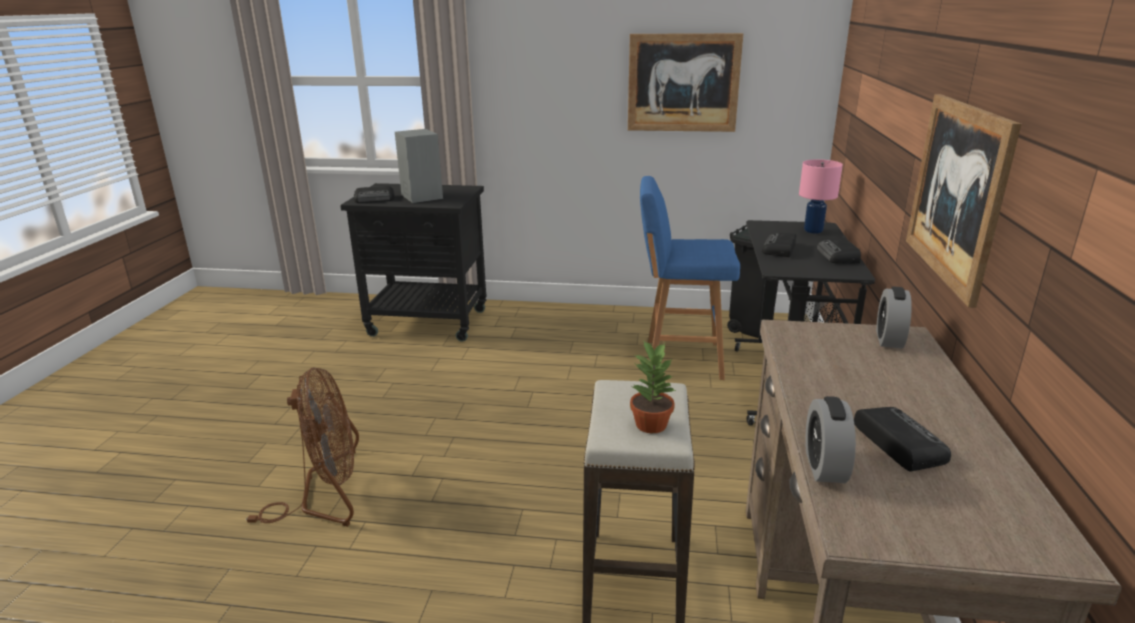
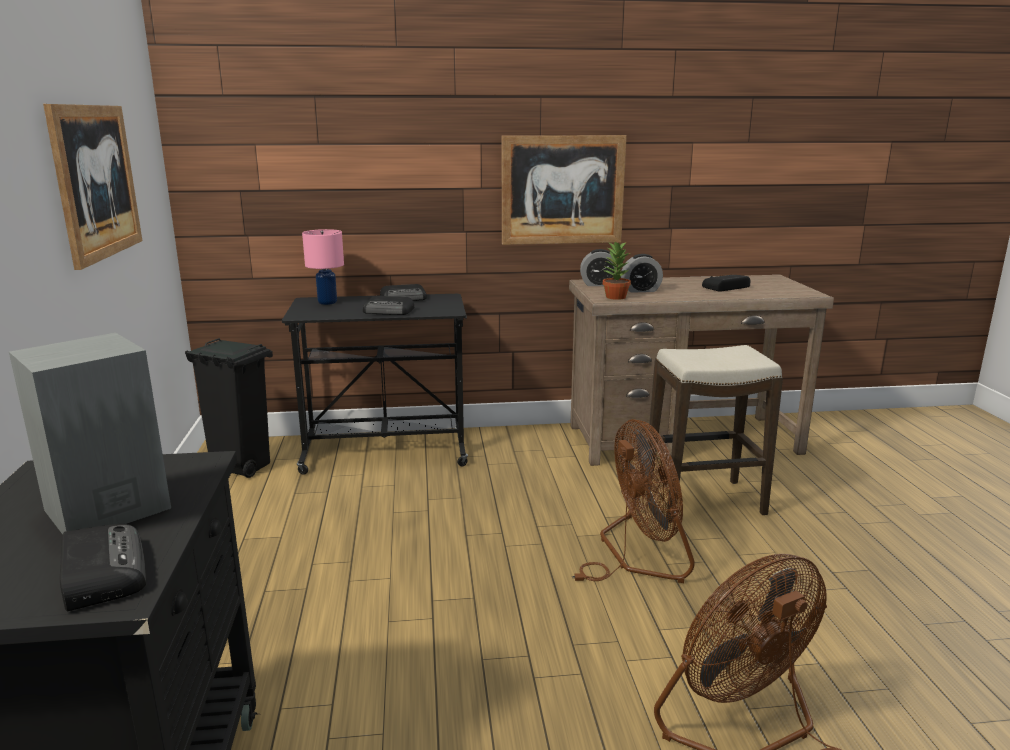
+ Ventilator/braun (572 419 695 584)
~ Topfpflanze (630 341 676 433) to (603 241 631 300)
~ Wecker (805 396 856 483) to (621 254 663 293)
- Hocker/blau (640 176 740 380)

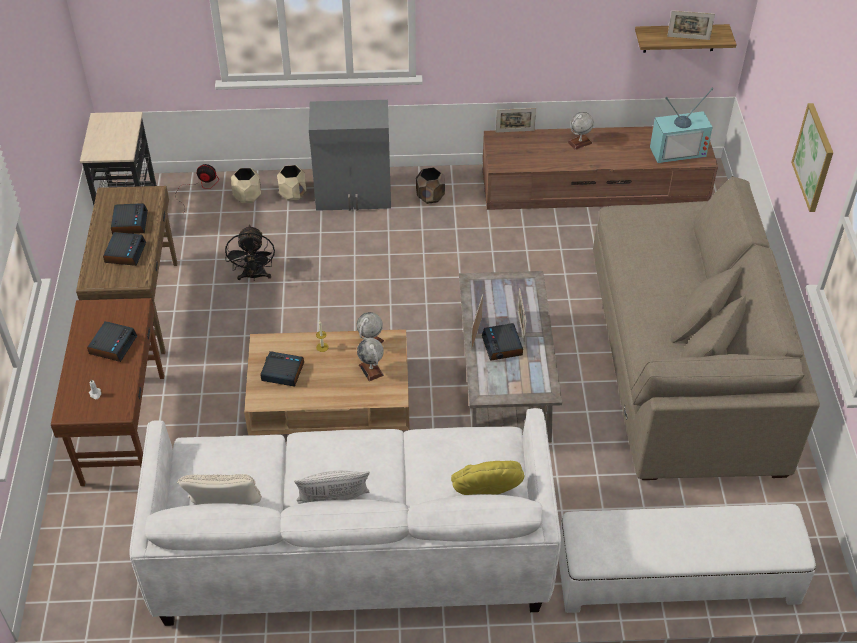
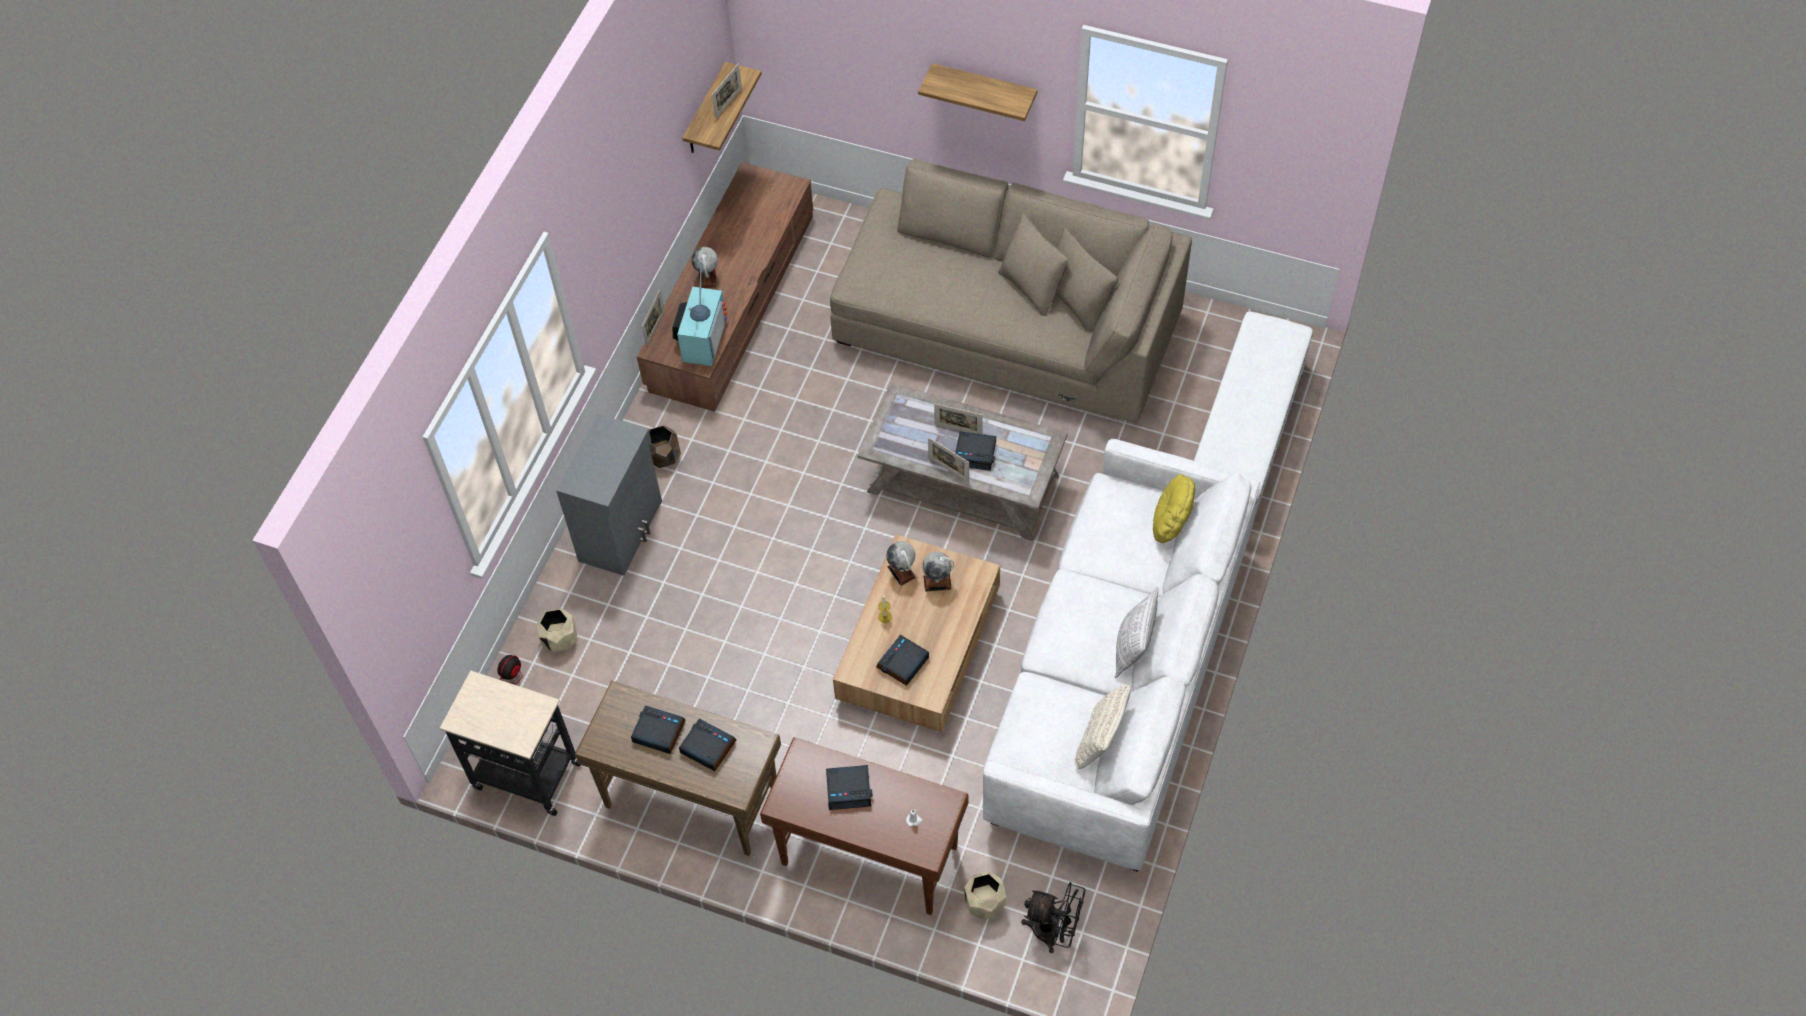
~ Fernseher (650 88 713 163) to (672 261 727 366)
~ Wecker (87 321 137 362) = (826 765 873 810) 135 degrees clockwise
~ Bild (791 103 833 212) to Wandregal (918 63 1038 121)
~ Pflanzkübel/beige (277 165 306 201) to (964 872 1006 919)
~ Ventilator/schwarz (225 225 275 281) to (1021 882 1086 953)

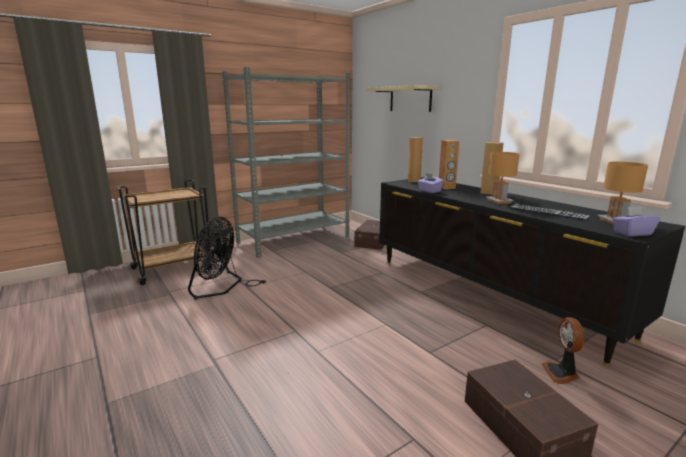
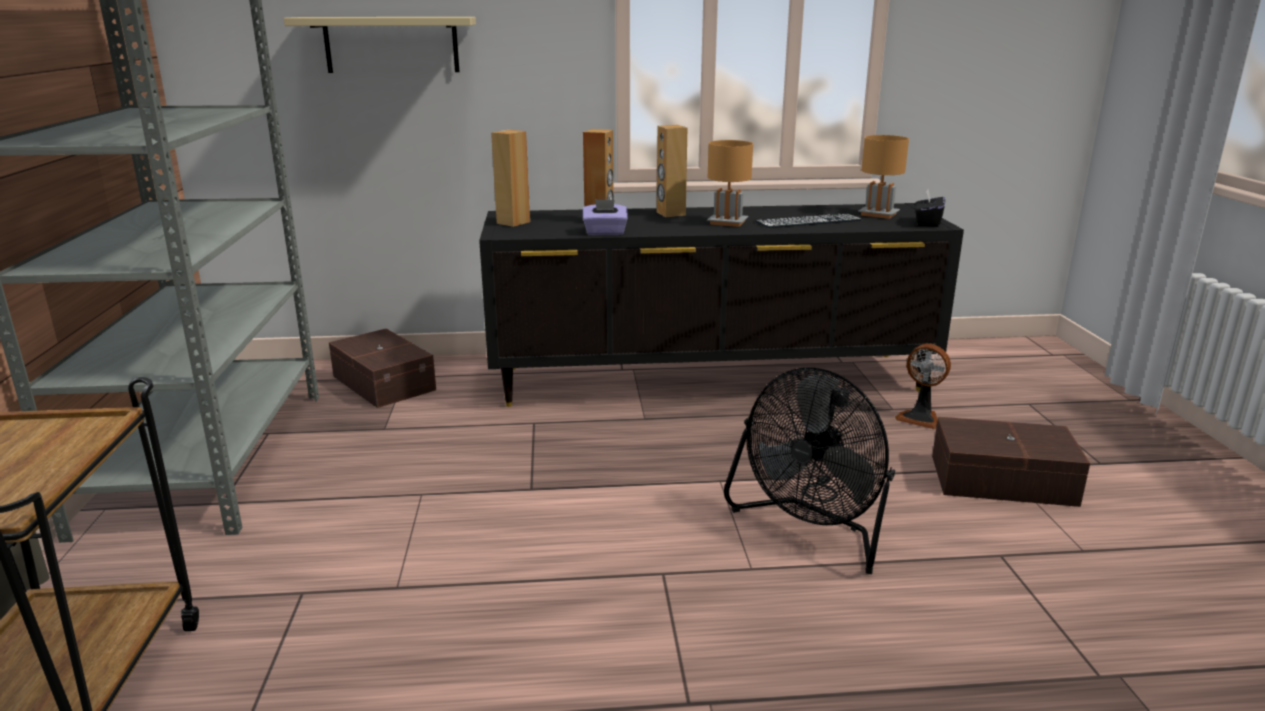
~ Ventilator/schwarz (188 217 266 300) to (724 367 895 574)
~ Taschentuchbox/lila (612 206 660 237) to Taschentuchbox/schwarz (915 189 945 227)

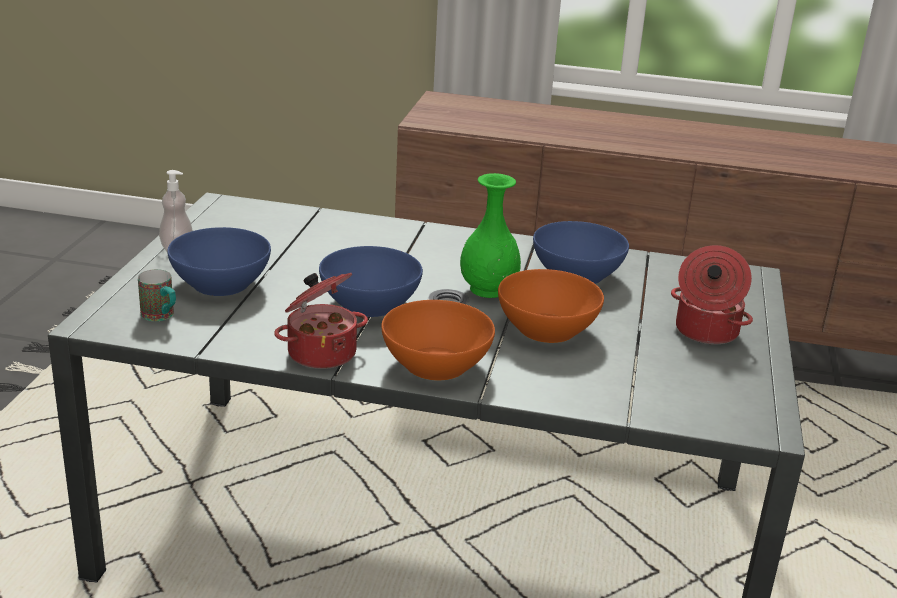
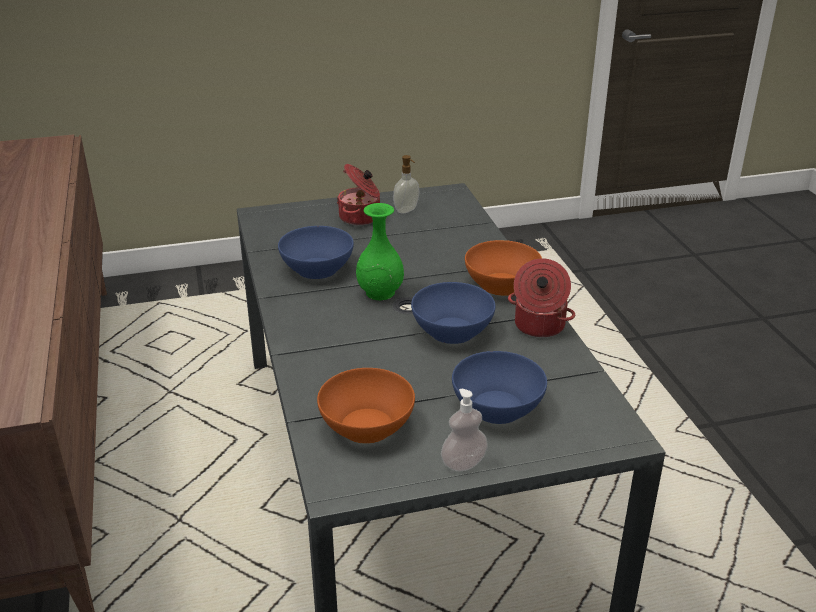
~ Schüssel/orange (498 269 604 343) to (317 368 415 444)
+ Seifenspender (393 155 419 214)
- Henkelbecher (138 269 176 321)

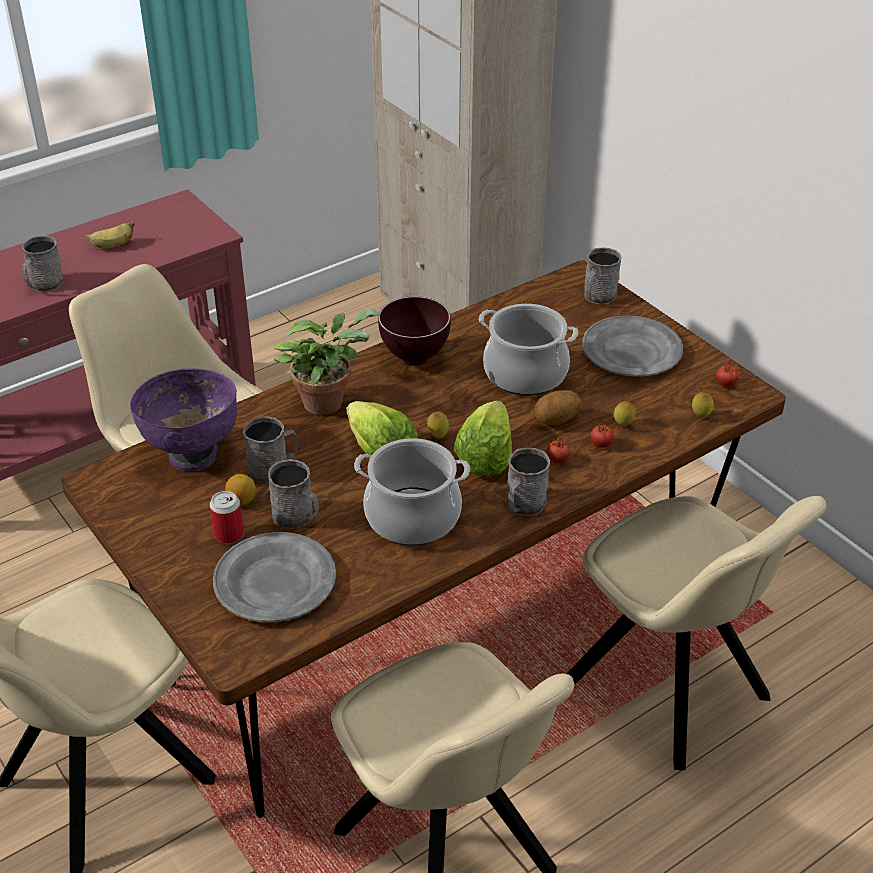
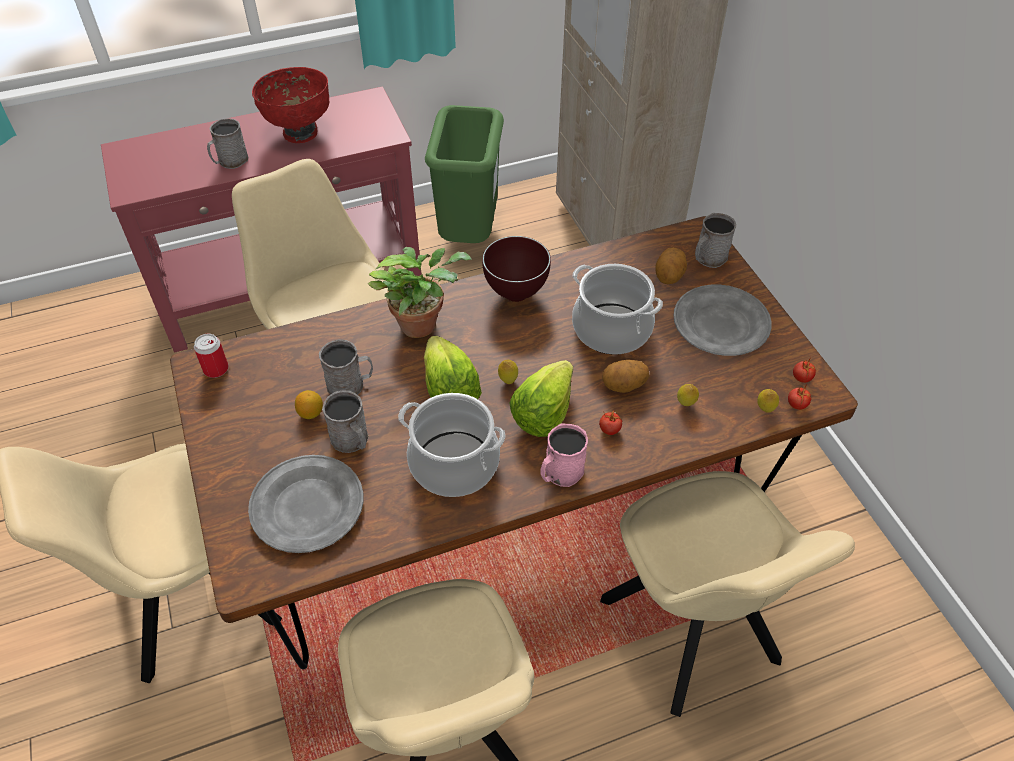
~ Dose (210 491 244 544) to (194 334 229 378)
~ Banane (85 221 135 248) to Schüssel/rot (252 67 329 143)
+ Mülleimer/grün (425 105 504 243)
~ Henkelbecher/grau (506 448 550 516) to Henkelbecher/rosa (540 423 588 487)
+ Kartoffel (656 247 687 284)
~ Tomate (590 420 614 448) to (788 386 811 410)
- Schüssel/lila (130 368 237 471)

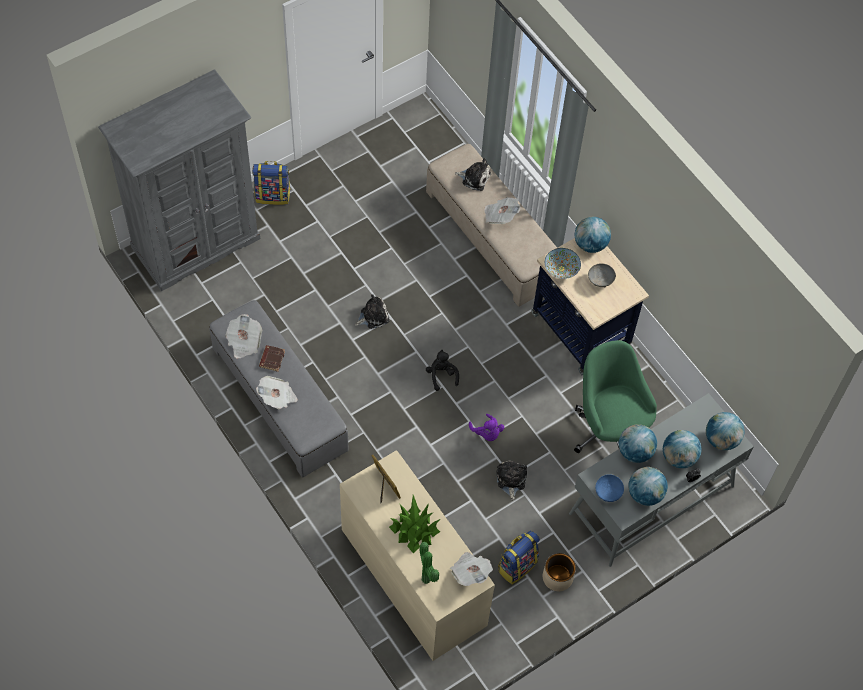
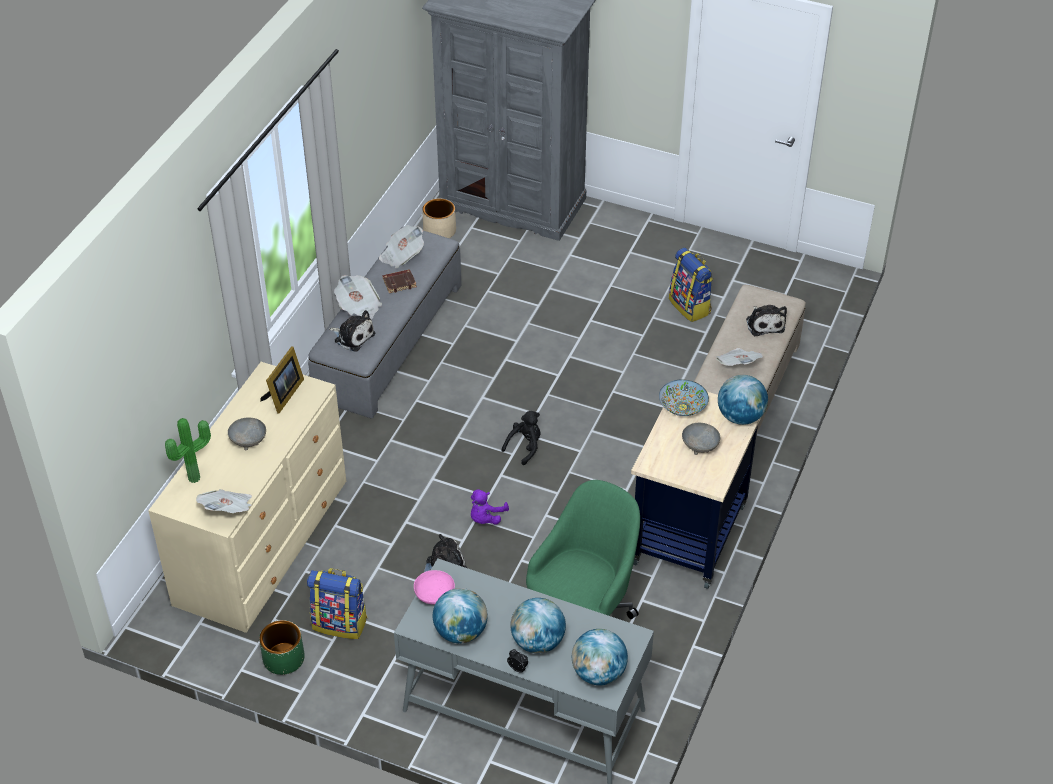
~ Topfpflanze (389 495 441 553) to Schüssel/grau (228 418 266 450)
+ Pflanzkübel/grün (259 620 305 675)
~ Plüschtier (355 294 390 329) to (329 310 375 352)
~ Schüssel/blau (595 474 624 502) to Schüssel/rosa (414 570 455 604)
~ Pflanzkübel/beige (543 553 576 591) to (422 198 456 238)
~ Rucksack (252 161 291 205) to (669 248 713 322)
- Globus (619 424 657 463)

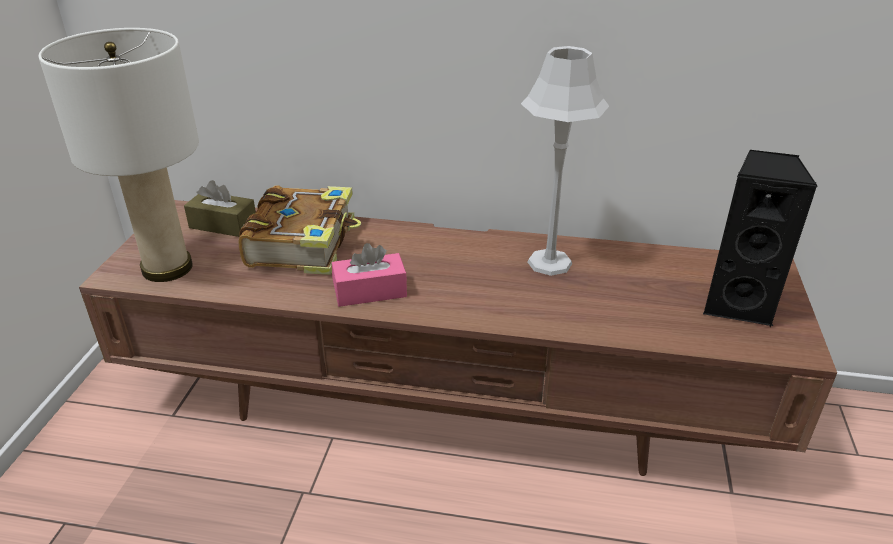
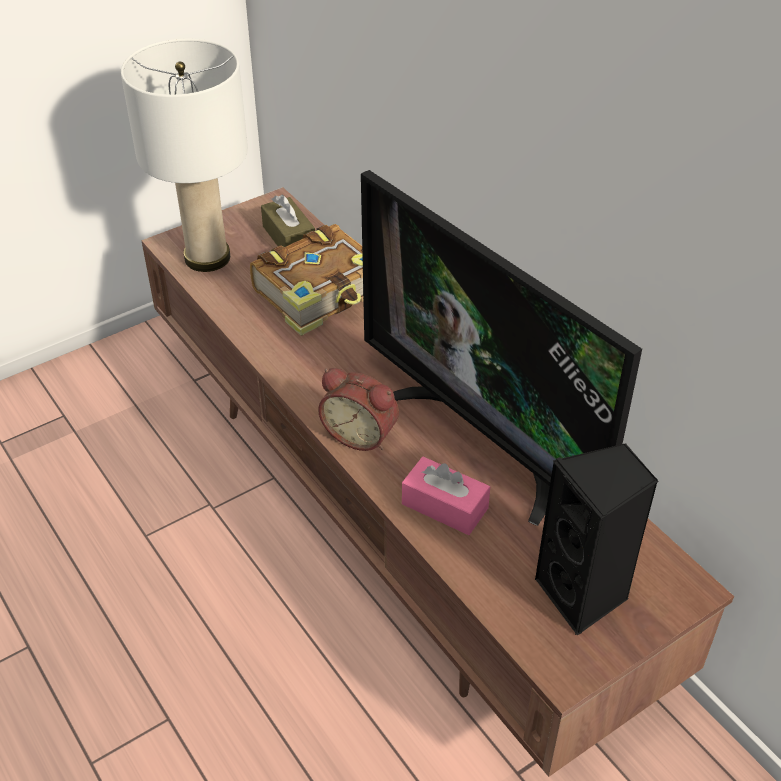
+ Wecker (318 368 399 451)
~ Tischlampe/grau (521 46 609 276) to Fernseher (361 170 642 526)
~ Taschentuchbox/rosa (332 243 407 307) to (402 457 490 535)

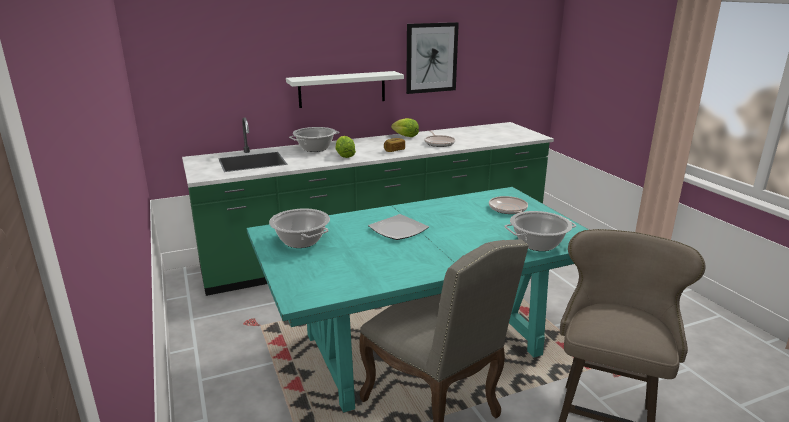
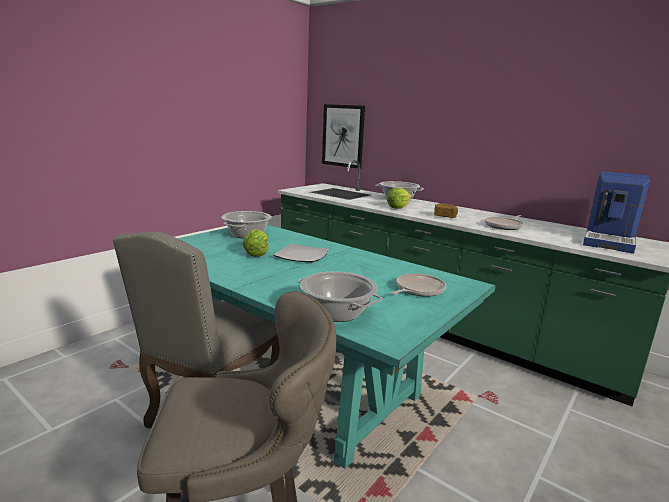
~ Salatkopf (391 118 419 137) to (243 229 268 257)
~ Bild (406 22 459 94) to (322 104 365 169)
+ Kaffeemaschine (583 171 650 254)
- Wandregal/weiß (286 71 404 108)

